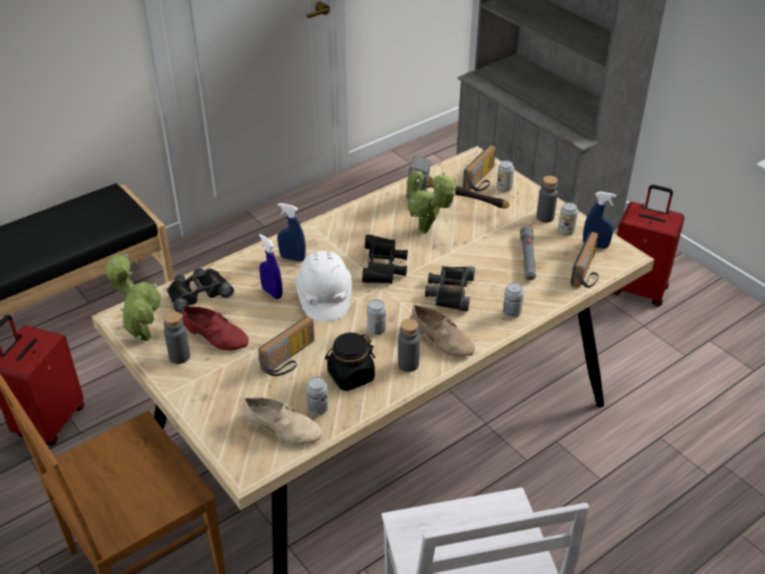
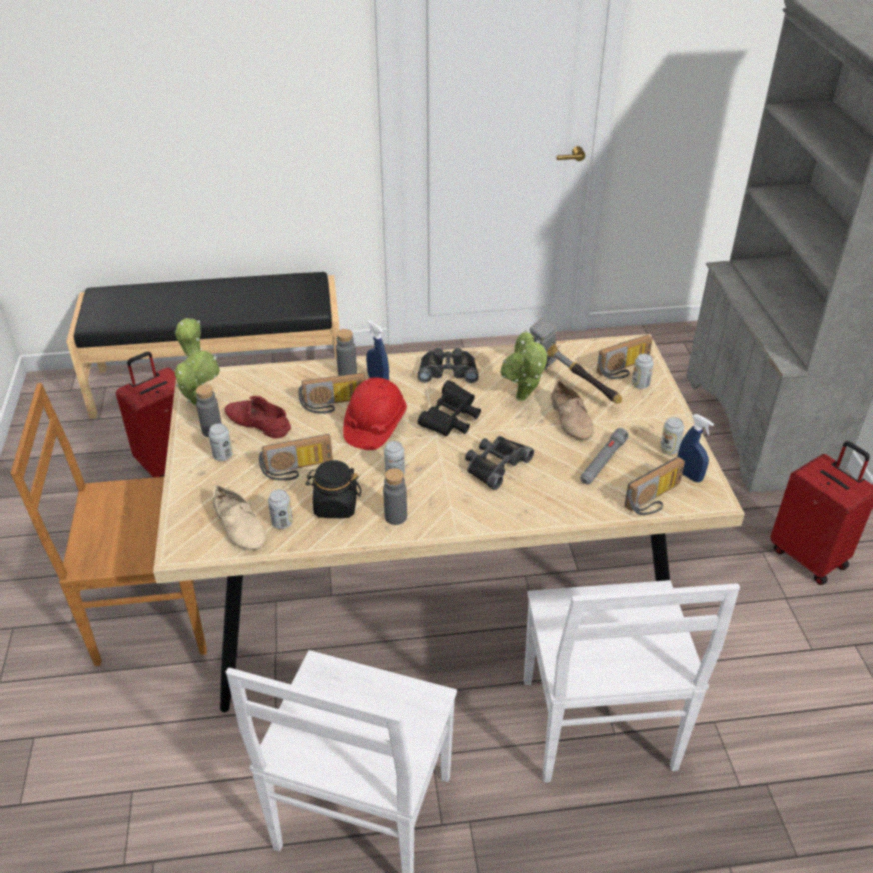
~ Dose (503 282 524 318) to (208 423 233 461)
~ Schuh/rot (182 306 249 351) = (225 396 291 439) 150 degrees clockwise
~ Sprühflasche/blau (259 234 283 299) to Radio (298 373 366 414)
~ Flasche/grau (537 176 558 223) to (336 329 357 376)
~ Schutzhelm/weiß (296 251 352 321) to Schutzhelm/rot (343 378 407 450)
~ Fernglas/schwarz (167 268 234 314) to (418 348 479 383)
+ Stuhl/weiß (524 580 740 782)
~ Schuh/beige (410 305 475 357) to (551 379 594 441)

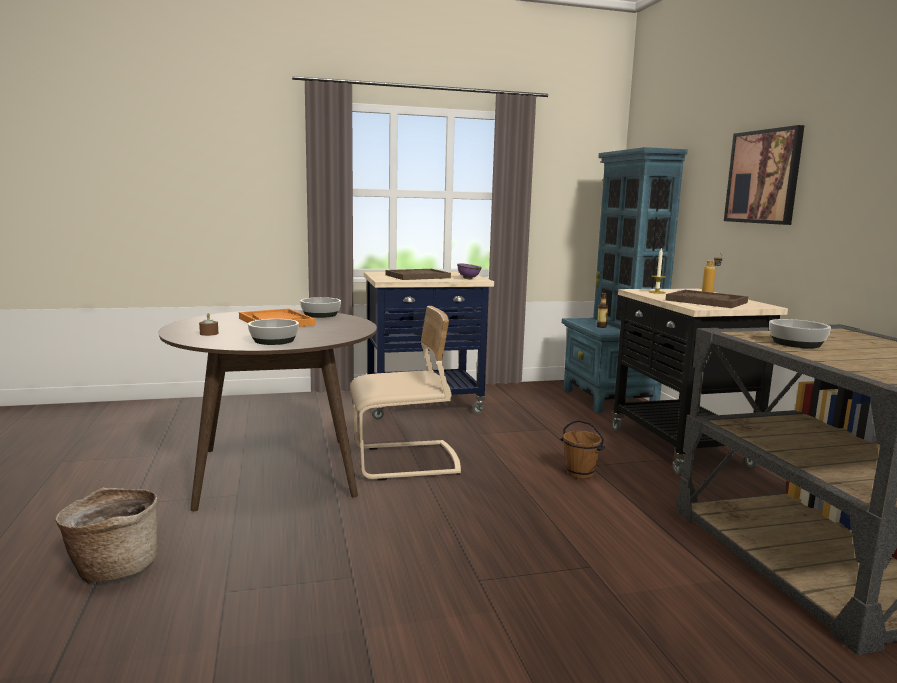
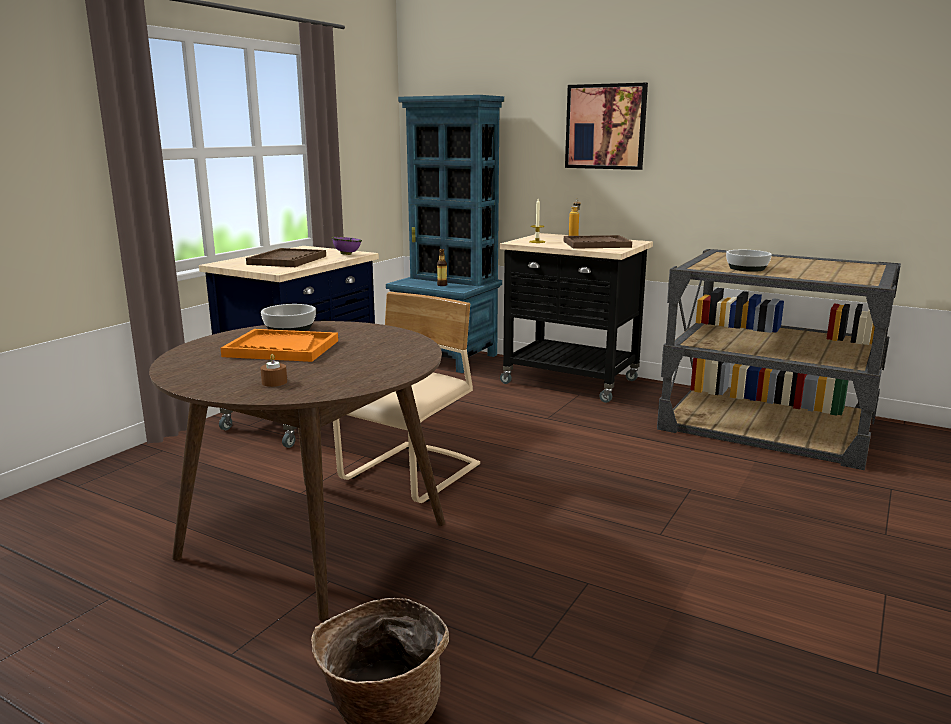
- Schüssel (248 319 299 345)
- Eimer/braun (561 420 605 479)

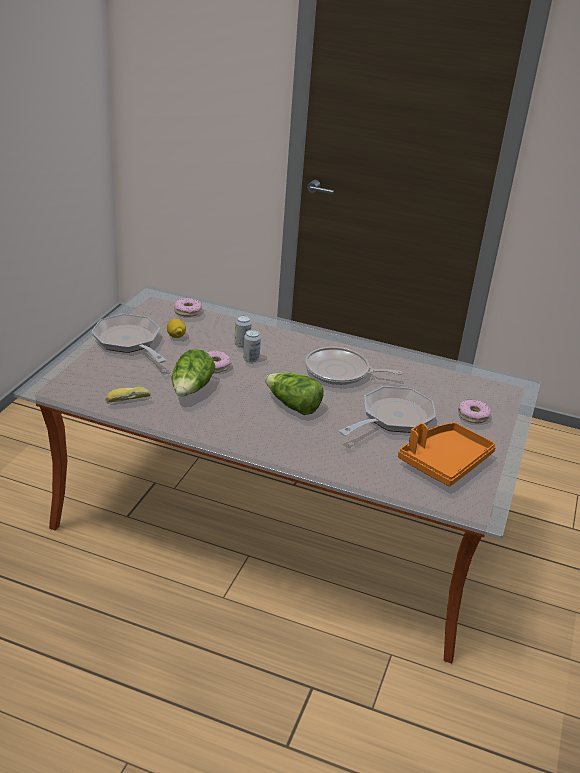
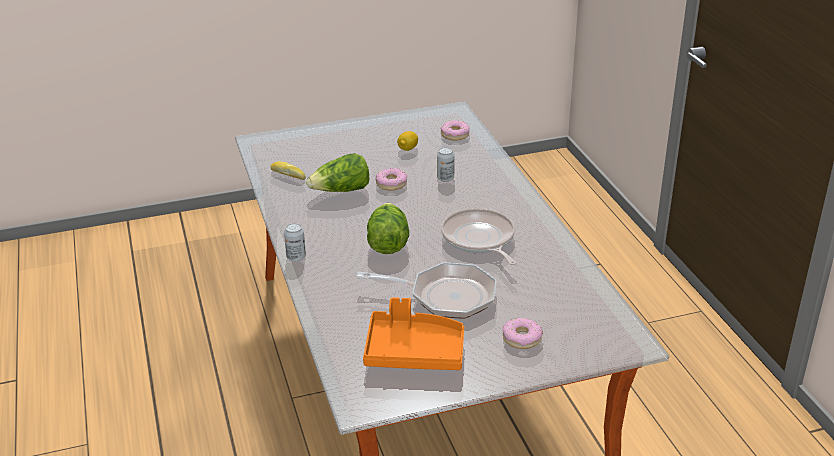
~ Dose (243 330 261 362) to (284 223 306 262)
- Pfanne (91 314 167 363)

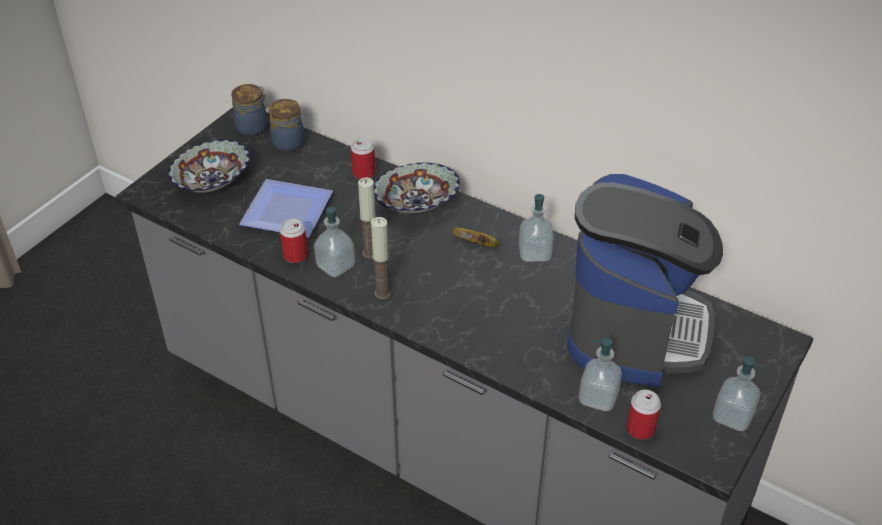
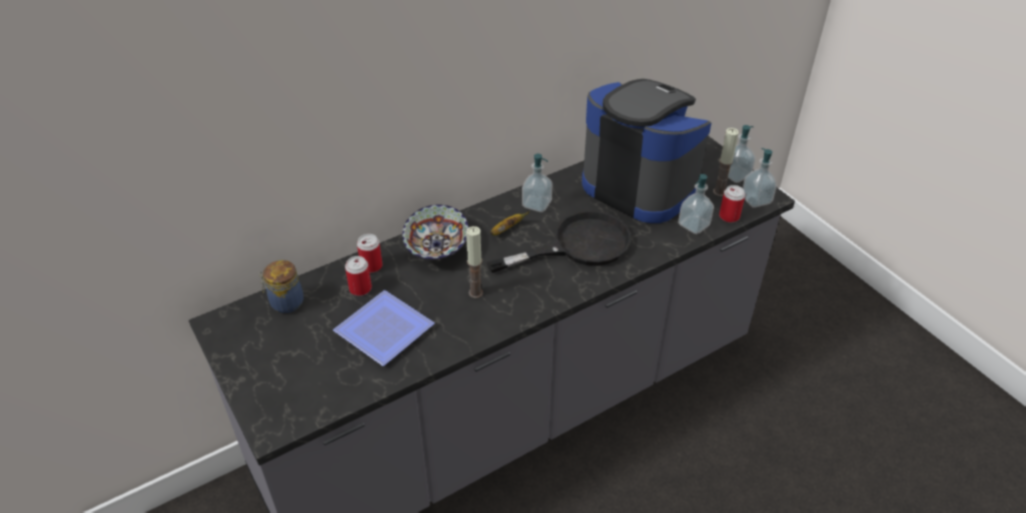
~ Dose (280 219 308 263) to (345 256 372 296)
+ Pfanne/schwarz (486 211 631 273)
~ Kerze (371 217 391 299) to (713 128 739 196)
~ Seifenspender (314 206 355 277) to (742 148 777 208)
- Schüssel (169 140 250 193)
- Vorratsglas (231 84 268 136)

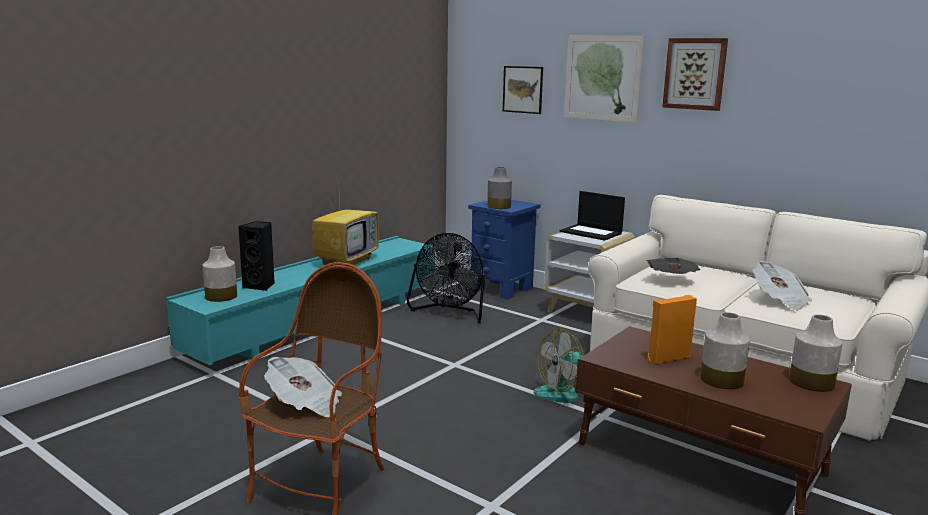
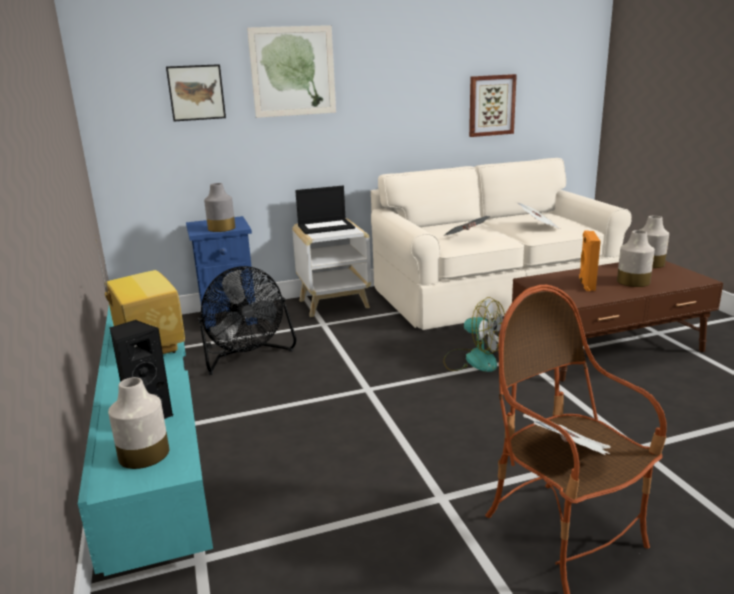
~ Ventilator (534 329 584 403) = (443 297 505 372) 60 degrees counterclockwise
~ Bild (662 38 728 111) to (469 74 517 137)

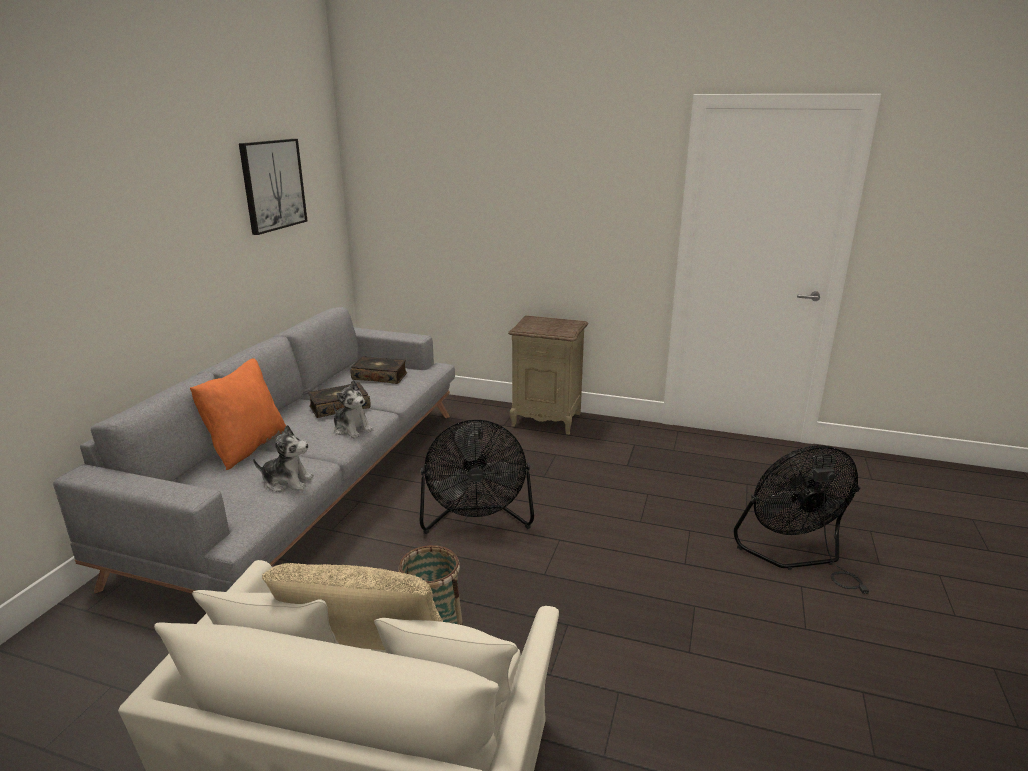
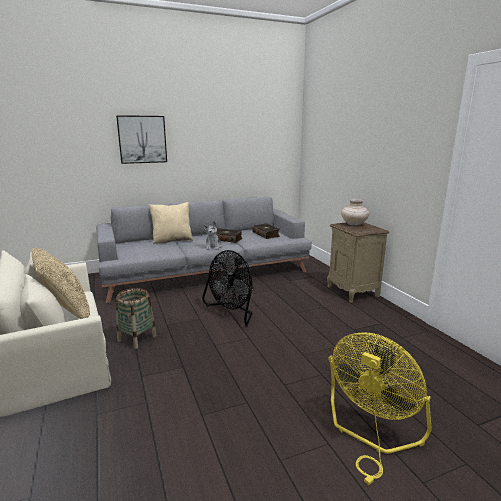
~ Bild (239 139 307 235) to (116 115 167 164)
~ Kissen/orange (190 358 286 470) to Kissen/beige (149 202 193 244)
~ Ventilator/schwarz (734 445 869 594) to Ventilator/gelb (328 332 432 485)
+ Vase/beige (341 199 369 226)
- Plüschtier (253 425 314 492)

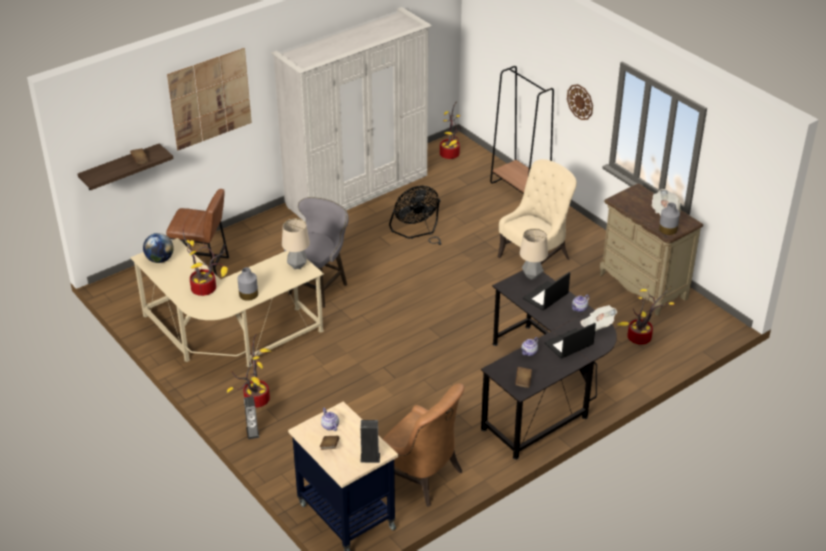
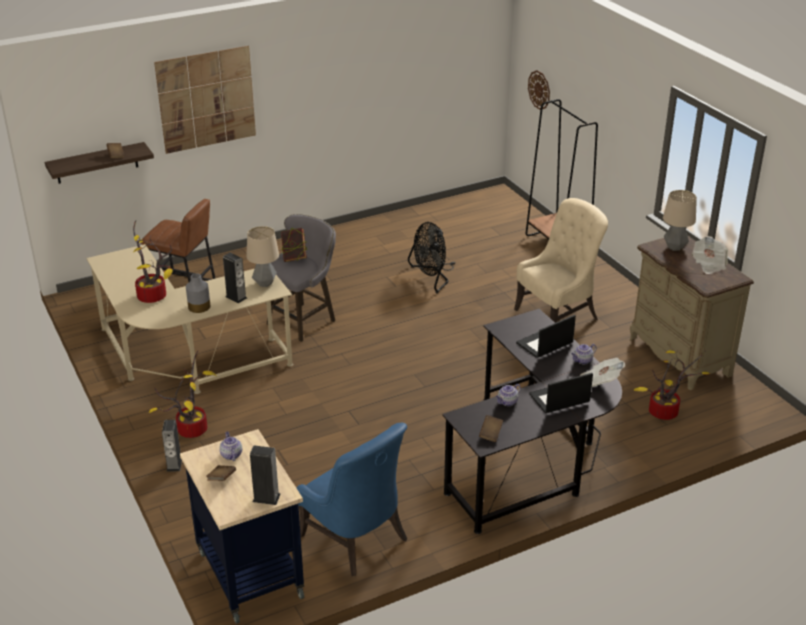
+ Lautsprecher (223 253 247 303)
+ Buch (281 228 307 262)
~ Stuhl/braun (383 383 464 507) to Stuhl/blau (297 423 407 576)
~ Ventilator/schwarz (389 186 441 245) = (408 222 455 293) 105 degrees counterclockwise
~ Wanduhr (567 84 593 120) to (528 70 550 110)
~ Tischlampe (520 228 548 280) to (663 190 697 251)
- Globus (143 233 174 263)
- Kleiderschrank/weiß (271 7 431 222)
- Topfpflanze (440 101 461 159)
- Vase/grau (659 202 680 235)

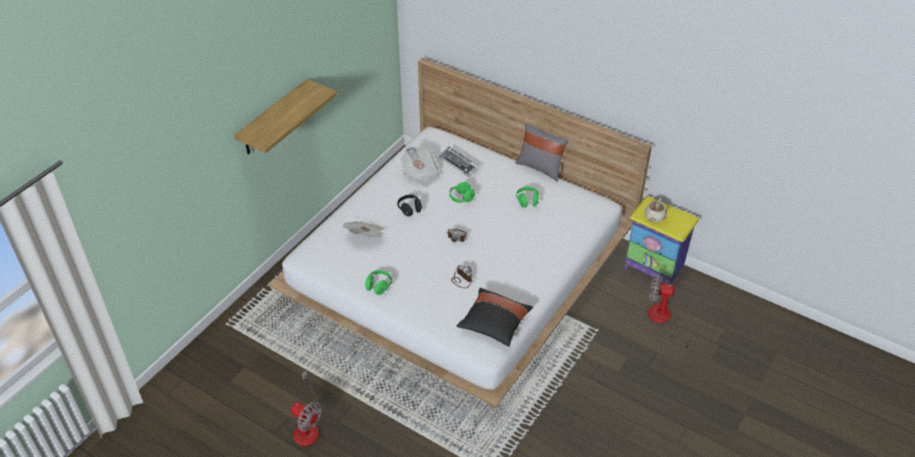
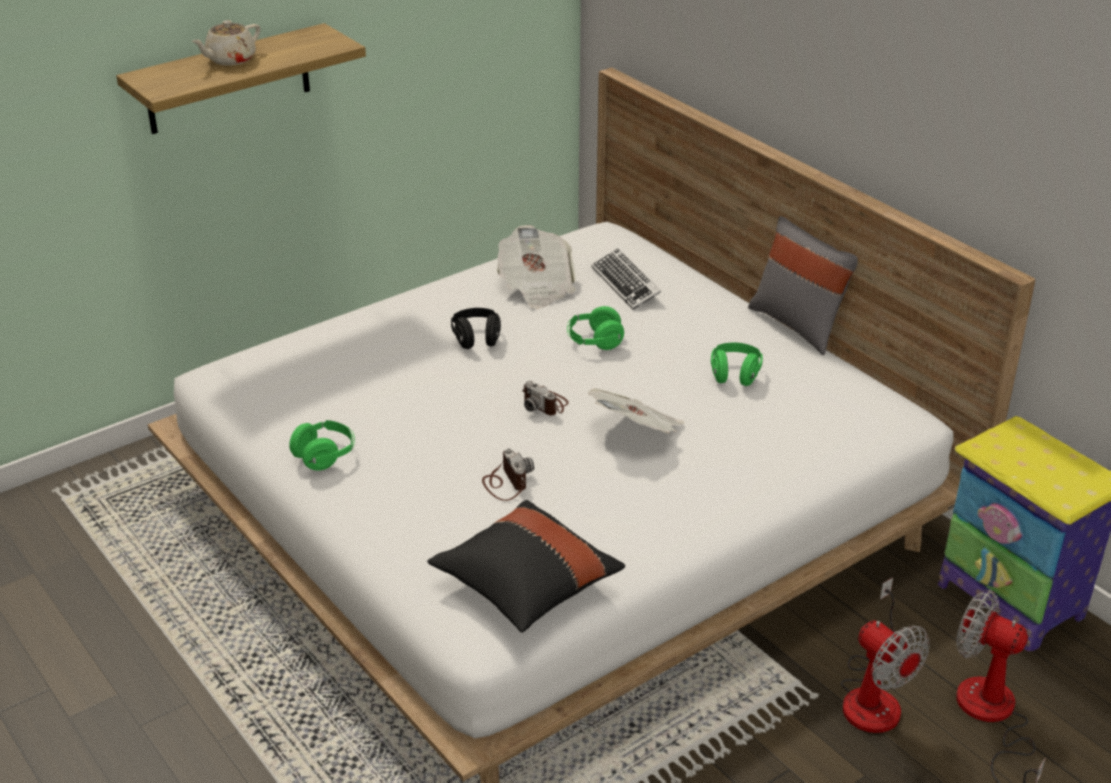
~ Teekanne/beige (644 198 667 222) to (192 20 260 66)
~ Zeitung (343 221 384 237) to (588 389 684 433)
~ Ventilator (291 370 322 446) to (841 578 930 733)

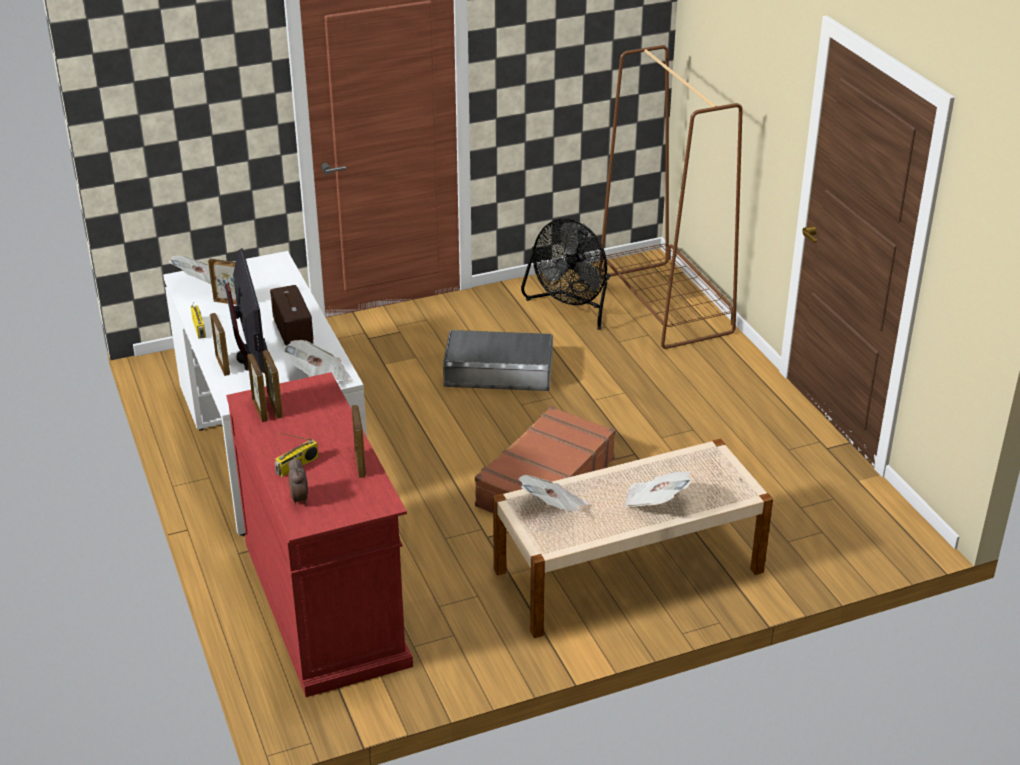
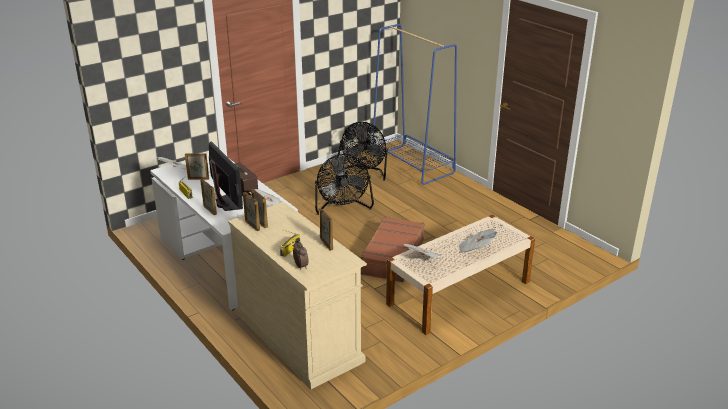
~ Kommode/rot (226 372 413 697) to Kommode/beige (228 202 367 389)
~ Aufbewahrungsbox/grau (443 330 553 391) to Ventilator/schwarz (315 154 374 215)
~ Kleiderständer/braun (598 45 743 349) to Kleiderständer/blau (372 24 457 185)

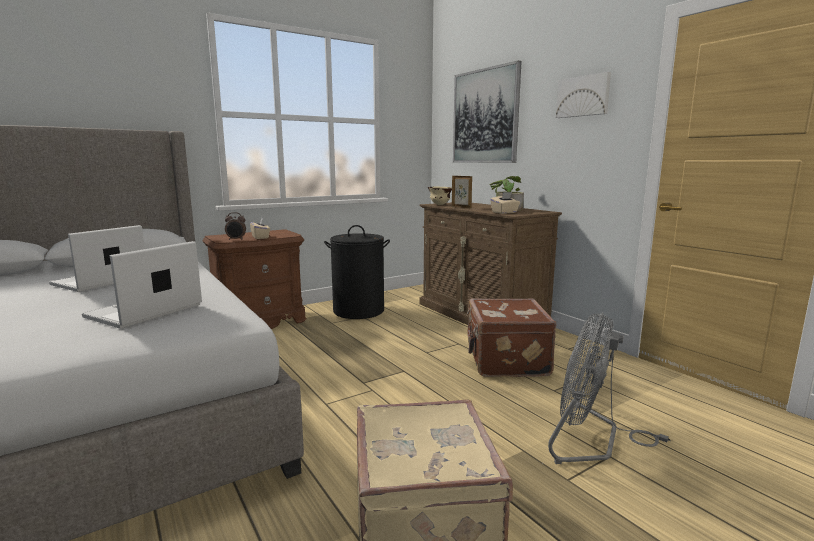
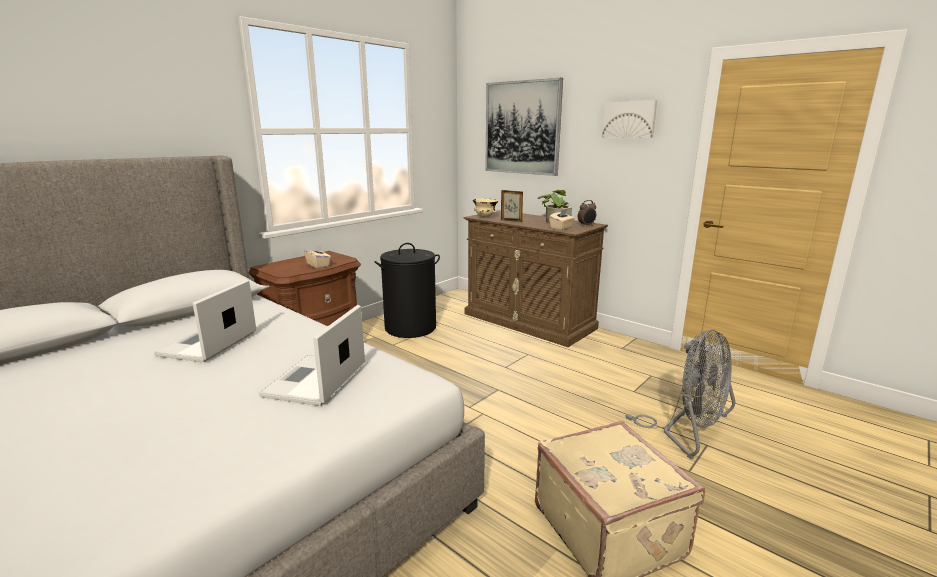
~ Wecker (225 212 246 240) to (578 200 596 226)
~ Ventilator/grau (548 313 671 464) = (625 329 735 460) 150 degrees counterclockwise
- Koffer/braun (466 298 557 377)

